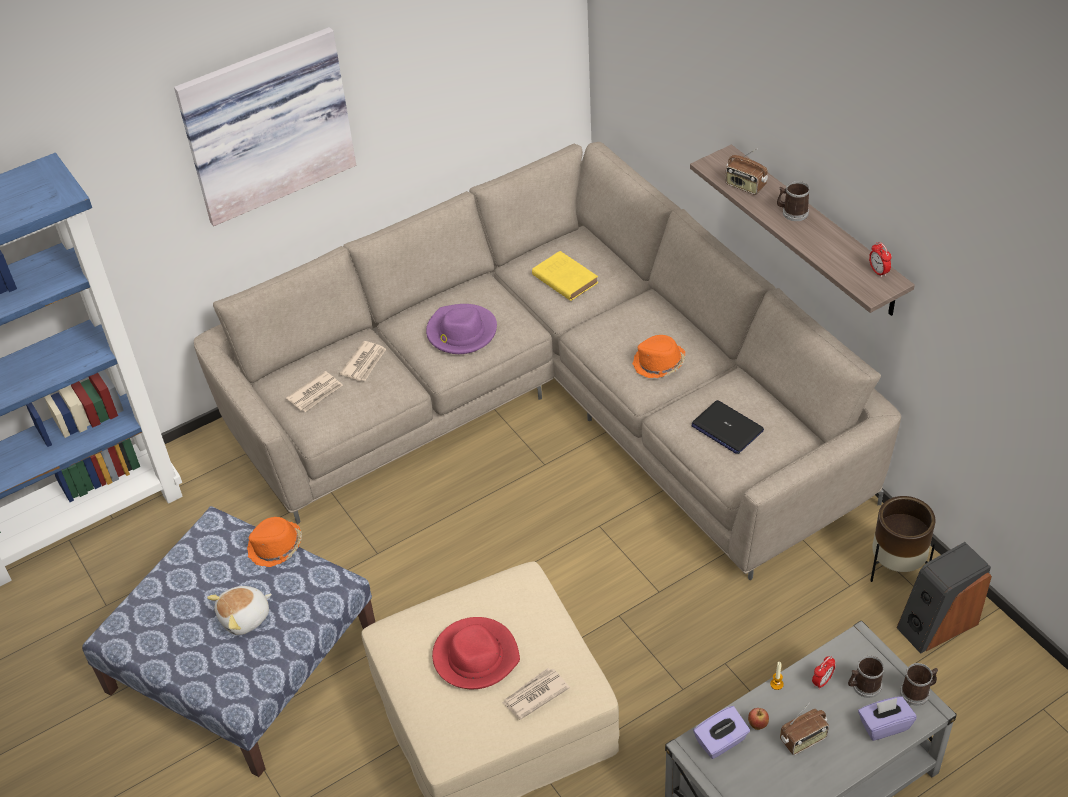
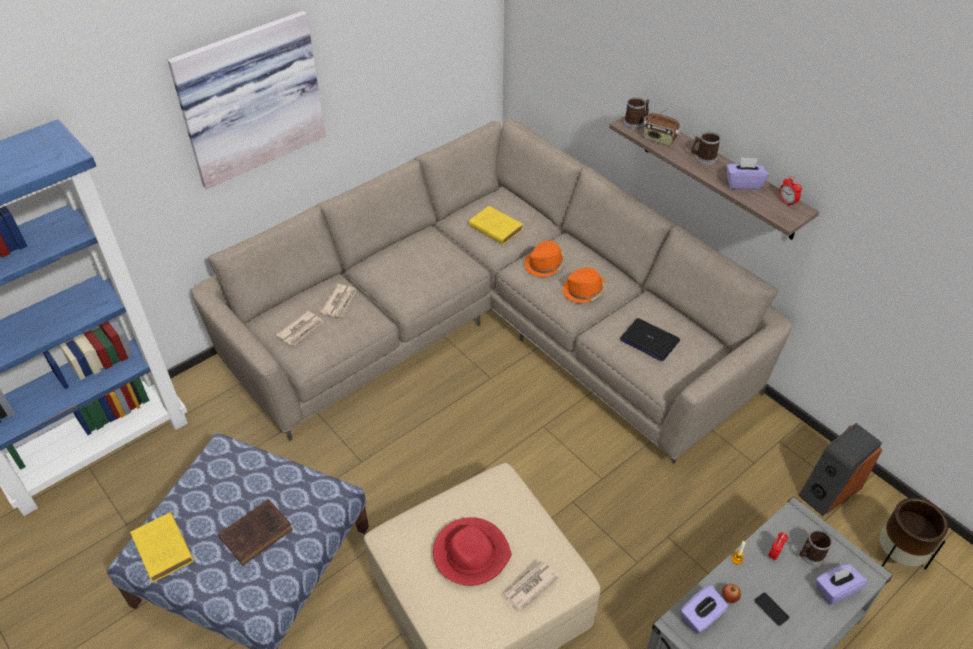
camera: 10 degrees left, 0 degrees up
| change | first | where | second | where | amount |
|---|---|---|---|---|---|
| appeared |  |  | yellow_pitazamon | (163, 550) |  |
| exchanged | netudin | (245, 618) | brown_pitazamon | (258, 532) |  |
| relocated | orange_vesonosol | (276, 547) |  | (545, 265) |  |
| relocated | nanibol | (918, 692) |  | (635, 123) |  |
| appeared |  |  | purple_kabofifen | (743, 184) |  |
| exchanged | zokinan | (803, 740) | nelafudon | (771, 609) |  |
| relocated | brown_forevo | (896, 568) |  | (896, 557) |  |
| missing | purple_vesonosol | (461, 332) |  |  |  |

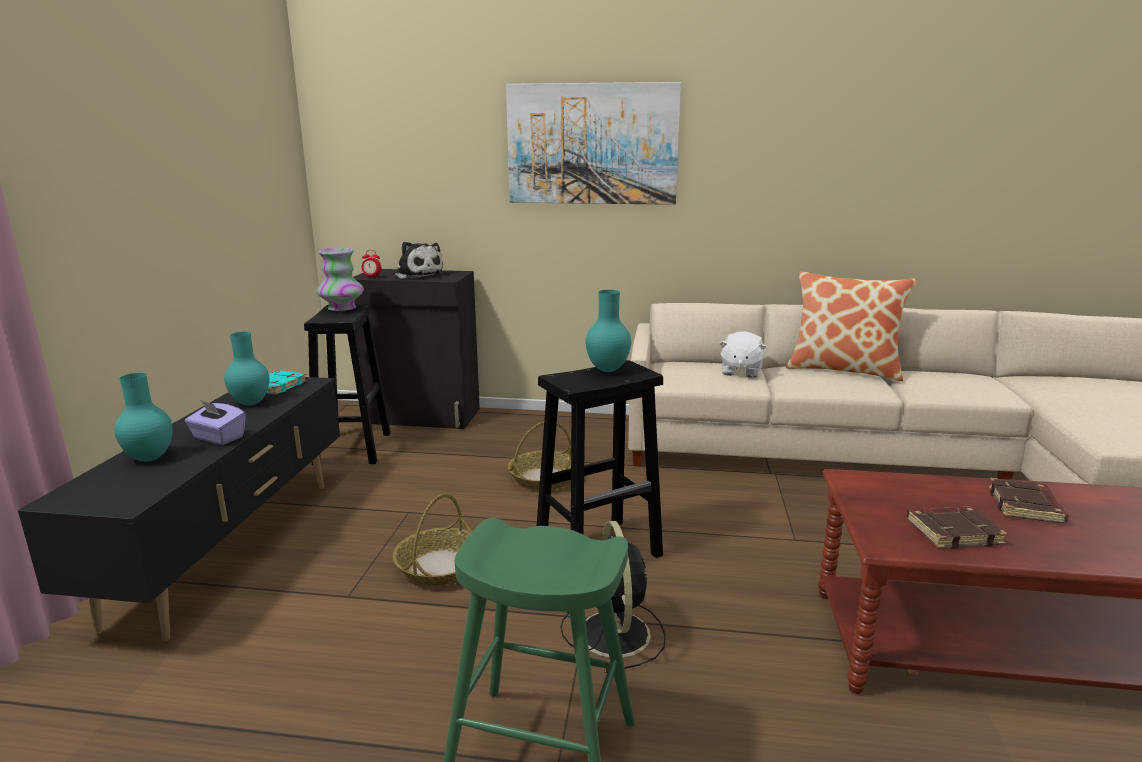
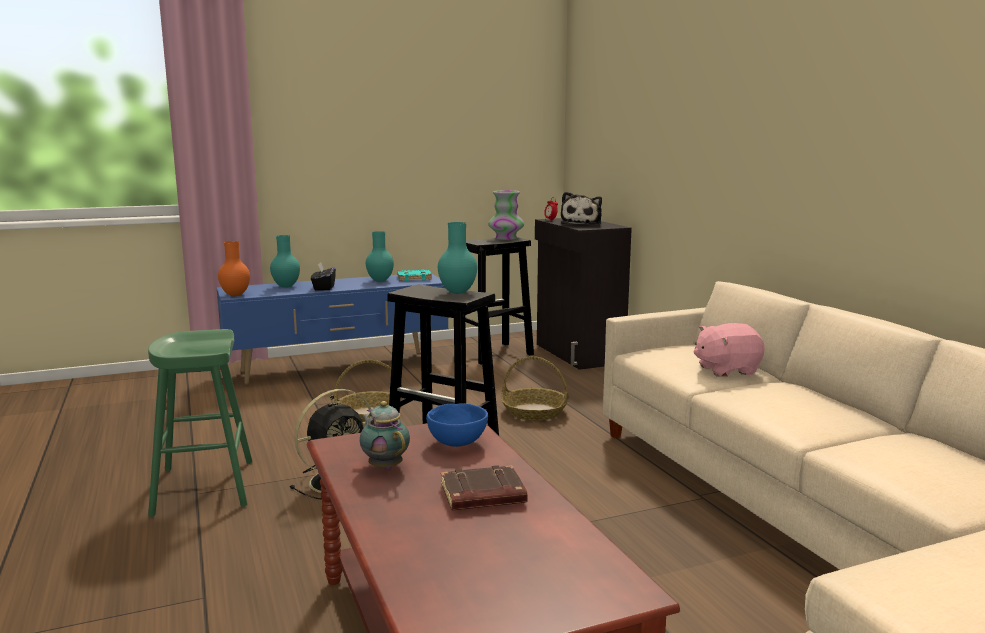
camera: 60 degrees right, 5 degrees down
| change | first | where | second | where | amount |
|---|---|---|---|---|---|
| colour | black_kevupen | (232, 547) | blue_kevupen | (338, 368) |  |
| appeared |  |  | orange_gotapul | (235, 295) |  |
| colour | purple_kabofifen | (218, 438) | black_kabofifen | (323, 288) |  |
| exchanged | brown_pitazamon | (953, 532) | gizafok | (385, 466) |  |
| appeared |  |  | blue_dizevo | (457, 443) |  |
| colour | white_netudin | (740, 371) | pink_netudin | (726, 370) |  |
| missing | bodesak | (592, 144) |  |  |  |
| missing | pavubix | (843, 369) |  |  |  |

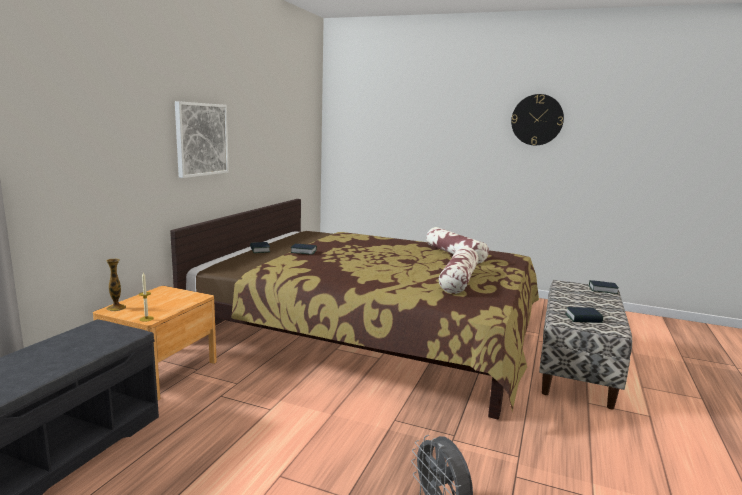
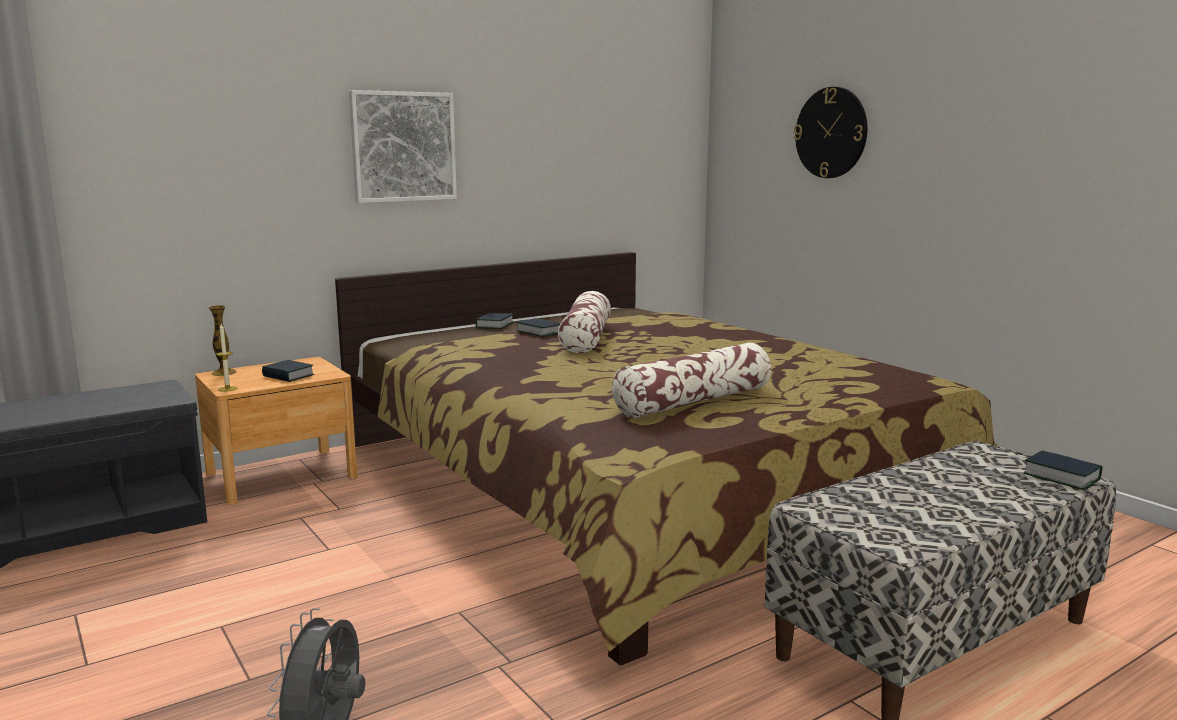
camera: 35 degrees right, 0 degrees up
| change | first | where | second | where | amount |
|---|---|---|---|---|---|
| relocated | pitazamon | (583, 318) |  | (288, 376) |  |
| relocated | pavubix | (454, 254) |  | (586, 338) |  |
| relocated | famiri | (537, 120) |  | (831, 133) |  |

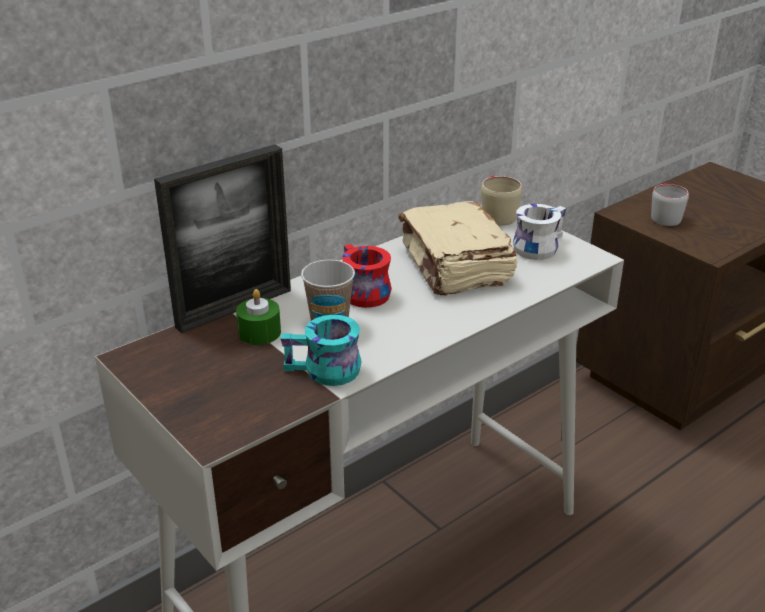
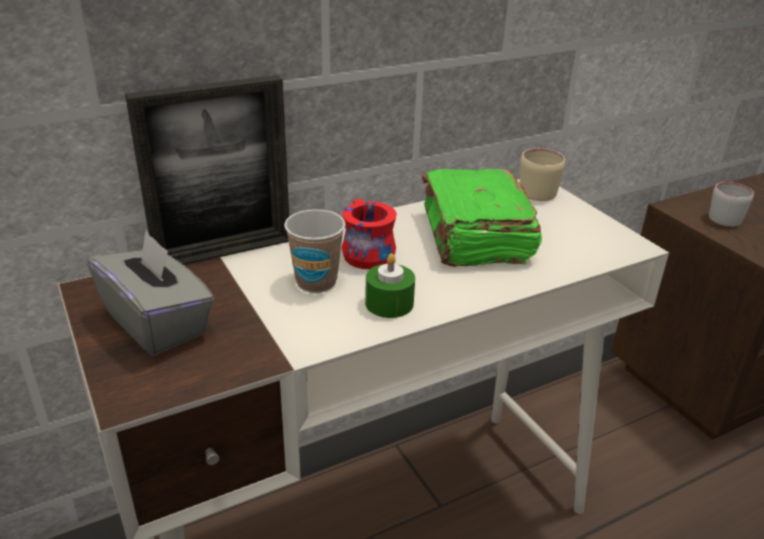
camera: 10 degrees right, 0 degrees up
| change | first | where | second | where | amount |
|---|---|---|---|---|---|
| appeared |  |  | grey_kabofifen | (158, 323) |  |
| relocated | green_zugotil | (259, 332) |  | (389, 303) |  |
| colour | beige_pitazamon | (455, 266) | green_pitazamon | (475, 237) |  |
| missing | turquoise_nanibol | (324, 373) |  |  |  |
| missing | white_nanibol | (536, 246) |  |  |  |

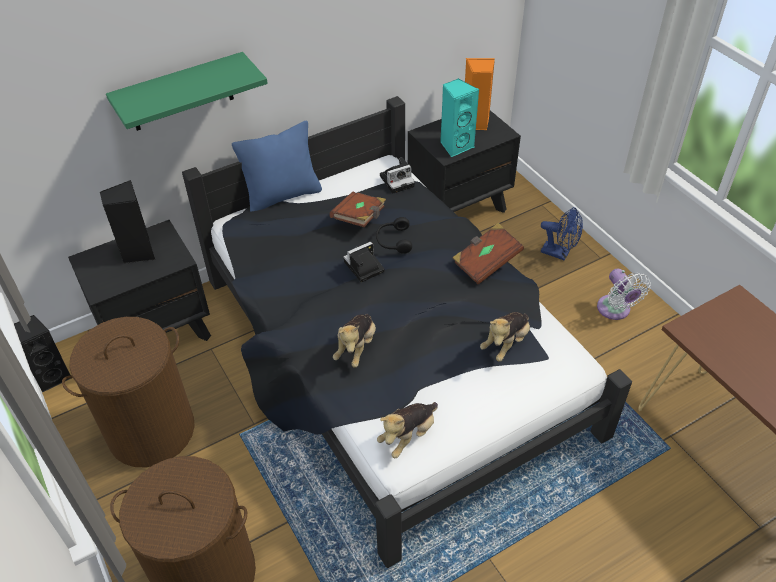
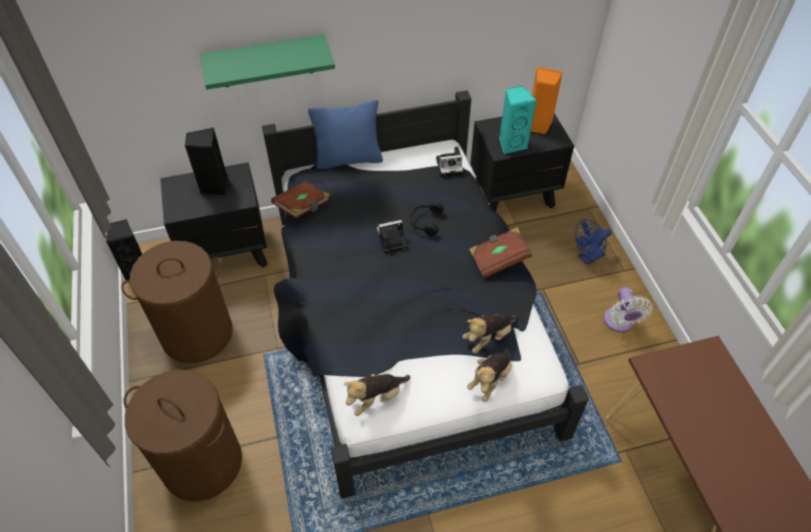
camera: 15 degrees right, 5 degrees up
| change | first | where | second | where | amount |
|---|---|---|---|---|---|
| relocated | brown_pitazamon | (359, 218) |  | (303, 207) |  |
| relocated | netudin | (356, 348) |  | (490, 380) |  |
| spun | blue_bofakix | (559, 253) |  | (588, 258) | 105 degrees clockwise |

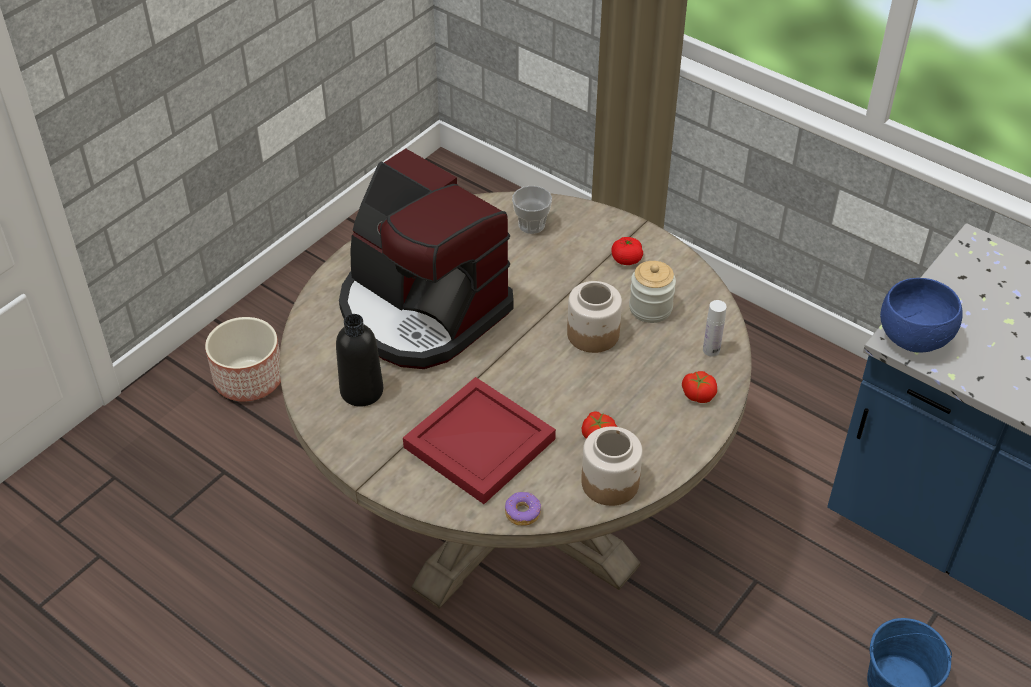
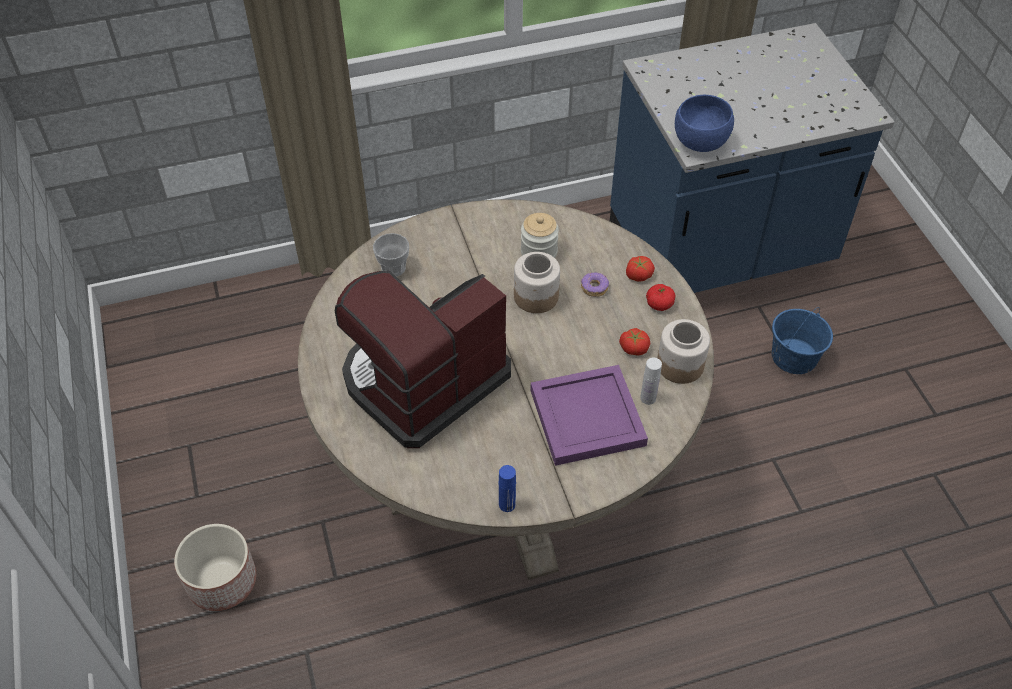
camera: 55 degrees left, 5 degrees up
| change | first | where | second | where | amount |
|---|---|---|---|---|---|
| spun | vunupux | (421, 310) |  | (422, 381) | 150 degrees clockwise |
| appeared |  |  | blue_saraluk | (507, 504) |  |
| colour | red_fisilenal | (479, 445) | purple_fisilenal | (589, 418) |  |
| relocated | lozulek | (522, 512) |  | (594, 288) |  |
| relocated | white_saraluk | (711, 350) |  | (648, 398) |  |
| relocated | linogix | (626, 259) |  | (659, 304) |  |
| missing | black_saraluk | (361, 391) |  |  |  |

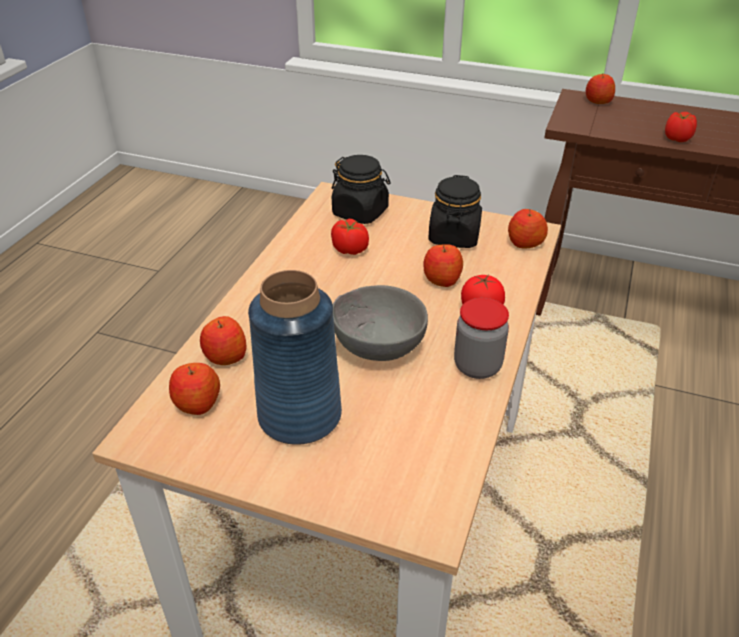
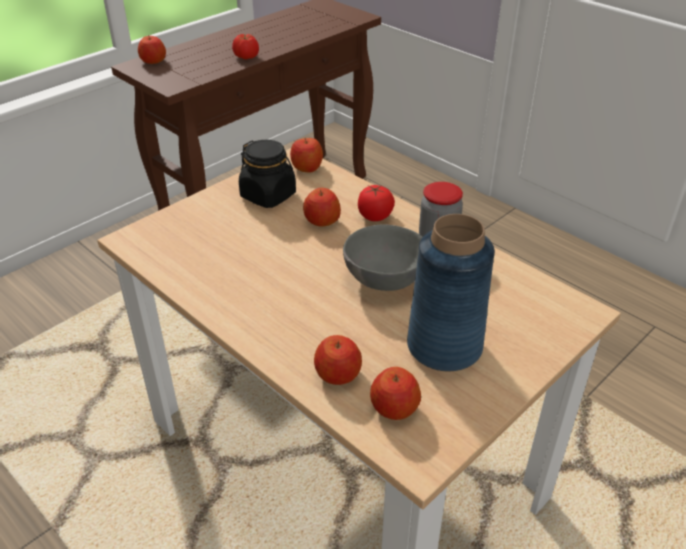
camera: 65 degrees left, 0 degrees up
| change | first | where | second | where | amount |
|---|---|---|---|---|---|
| missing | linogix | (350, 250) |  |  |  |
| missing | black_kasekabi | (360, 212) |  |  |  |

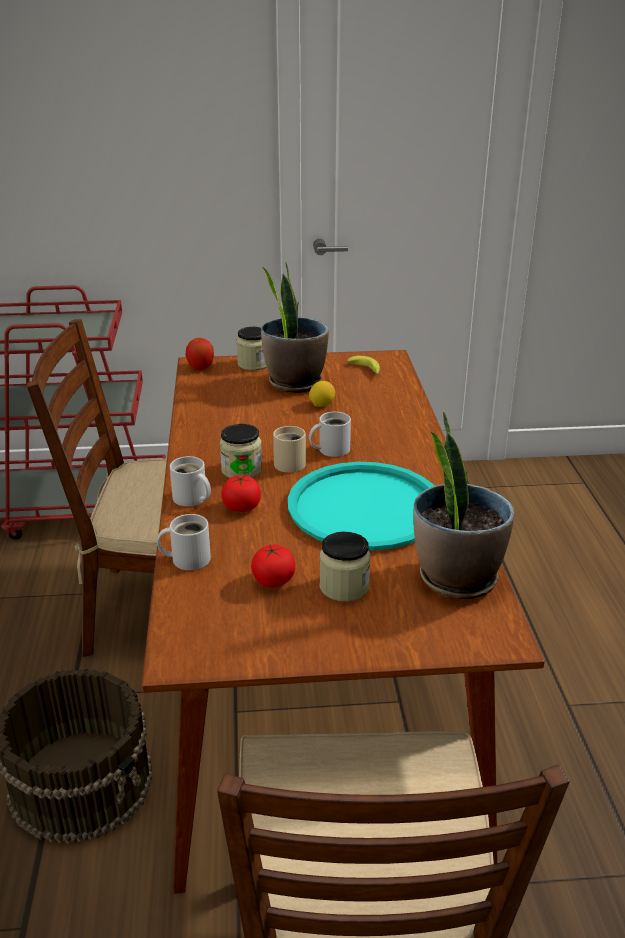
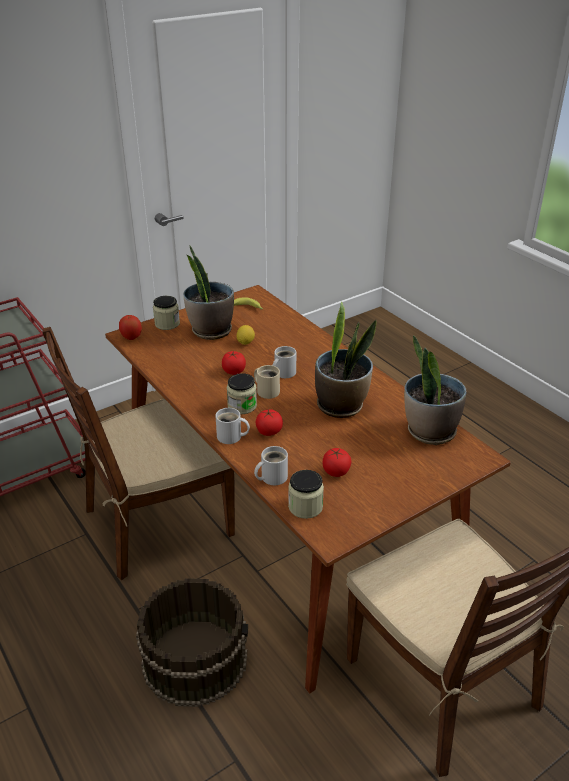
camera: 30 degrees left, 5 degrees up
| change | first | where | second | where | amount |
|---|---|---|---|---|---|
| appeared |  |  | linogix | (234, 371) |  |
| relocated | kasekabi | (344, 587) |  | (305, 507) |  |
| exchanged | turquoise_fisilenal | (365, 507) | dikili | (341, 405) |  |

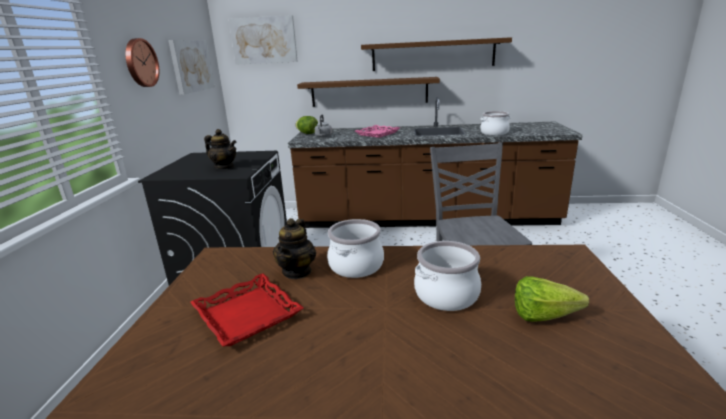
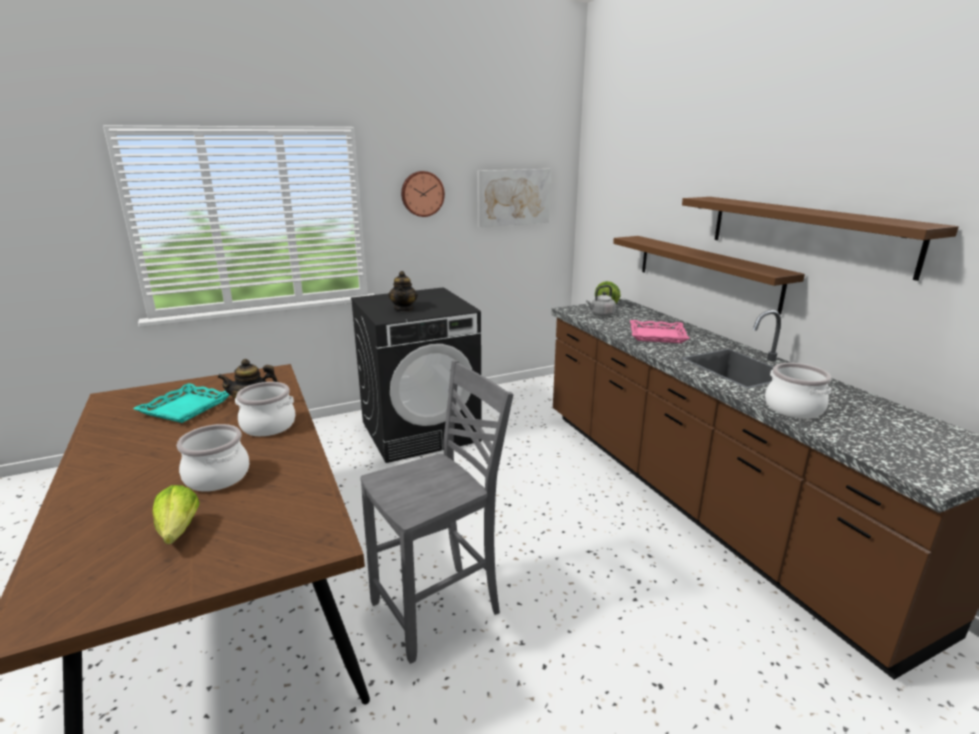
camera: 60 degrees right, 0 degrees up
| change | first | where | second | where | amount |
|---|---|---|---|---|---|
| colour | red_fisilenal | (246, 315) | turquoise_fisilenal | (185, 408) |  |
| missing | bodesak | (264, 40) |  |  |  |

